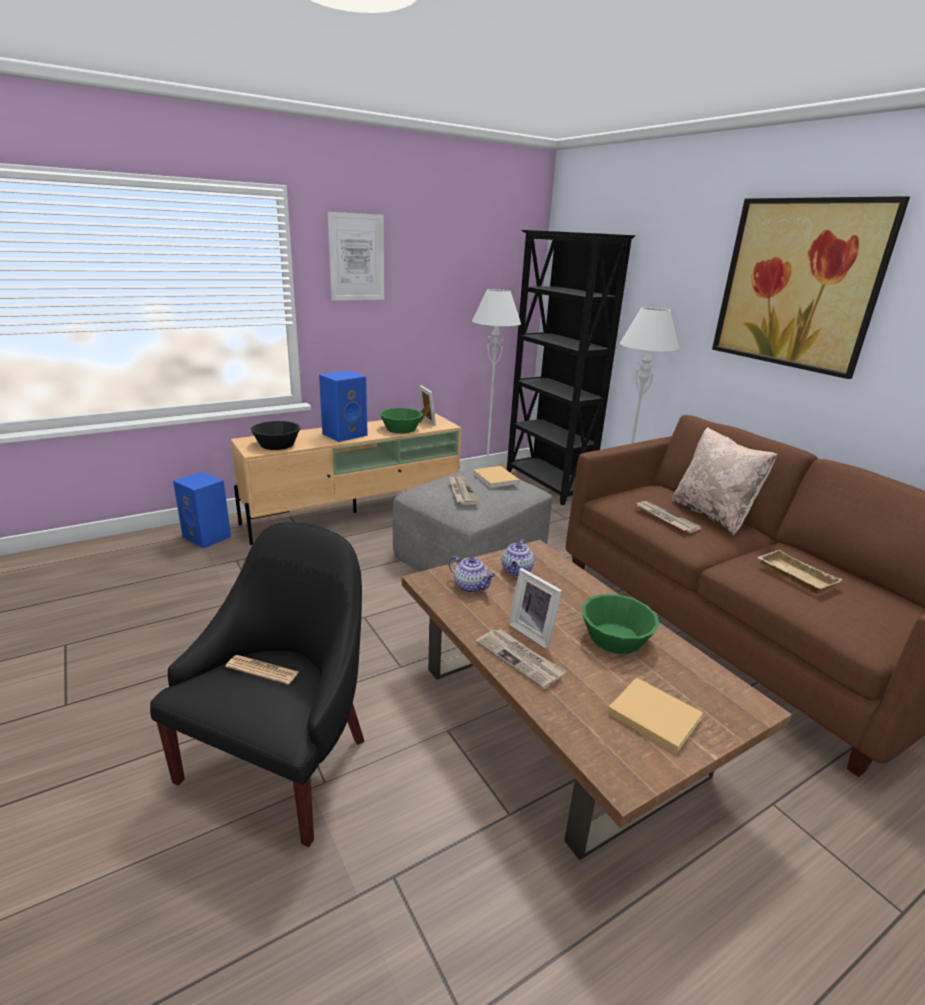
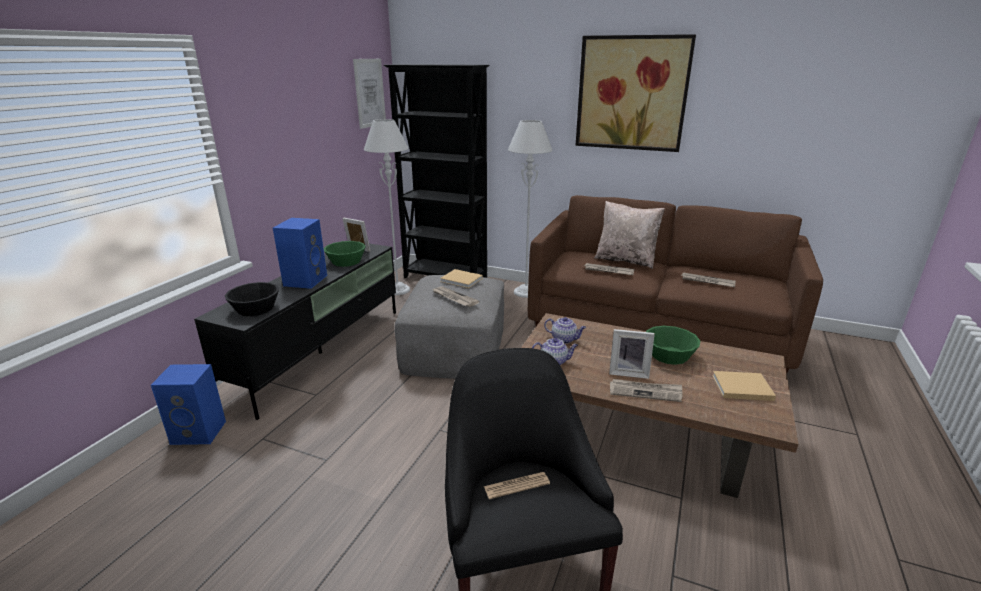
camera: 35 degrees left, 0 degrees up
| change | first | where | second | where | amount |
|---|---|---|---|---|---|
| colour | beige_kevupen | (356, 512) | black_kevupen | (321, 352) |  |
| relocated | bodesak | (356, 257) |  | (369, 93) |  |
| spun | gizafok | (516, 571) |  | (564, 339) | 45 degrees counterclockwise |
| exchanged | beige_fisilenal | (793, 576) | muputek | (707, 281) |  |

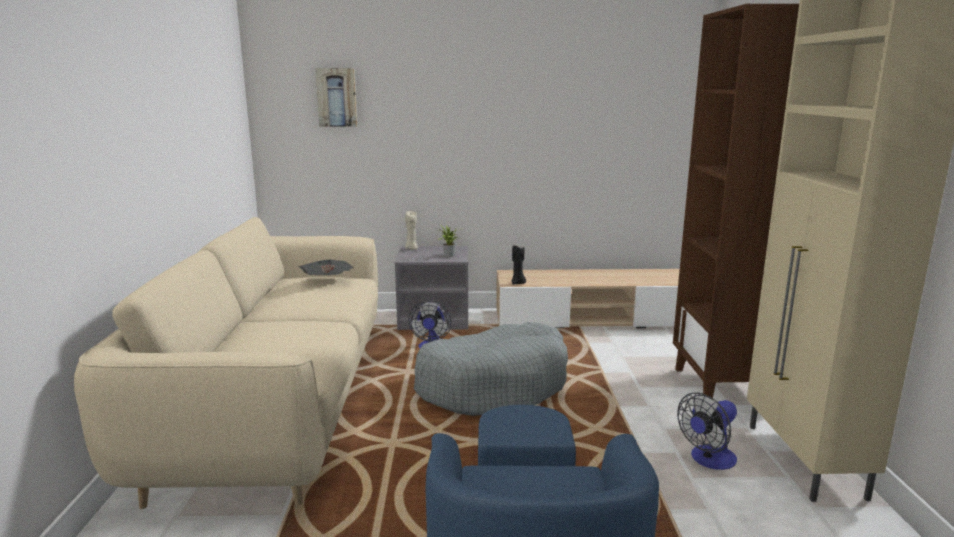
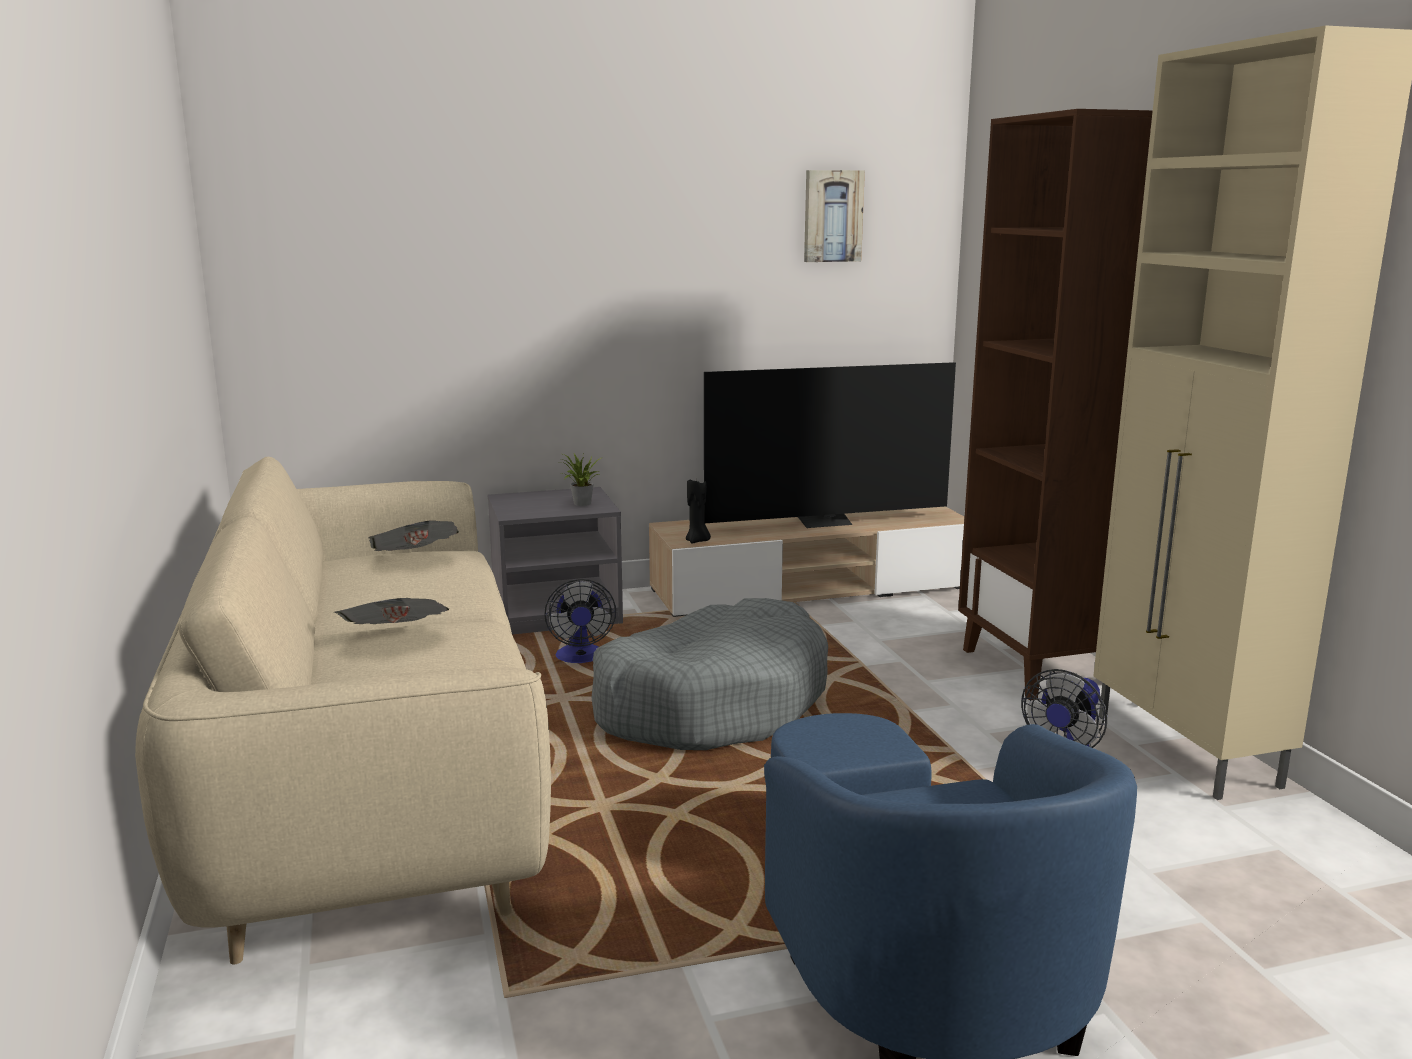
camera: 15 degrees left, 0 degrees up
| change | first | where | second | where | amount |
|---|---|---|---|---|---|
| appeared |  |  | muputek | (396, 640) |  |
| appeared |  |  | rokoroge | (824, 522) |  |
| relocated | bodesak | (337, 97) |  | (832, 216) |  |
| missing | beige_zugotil | (411, 249) |  |  |  |

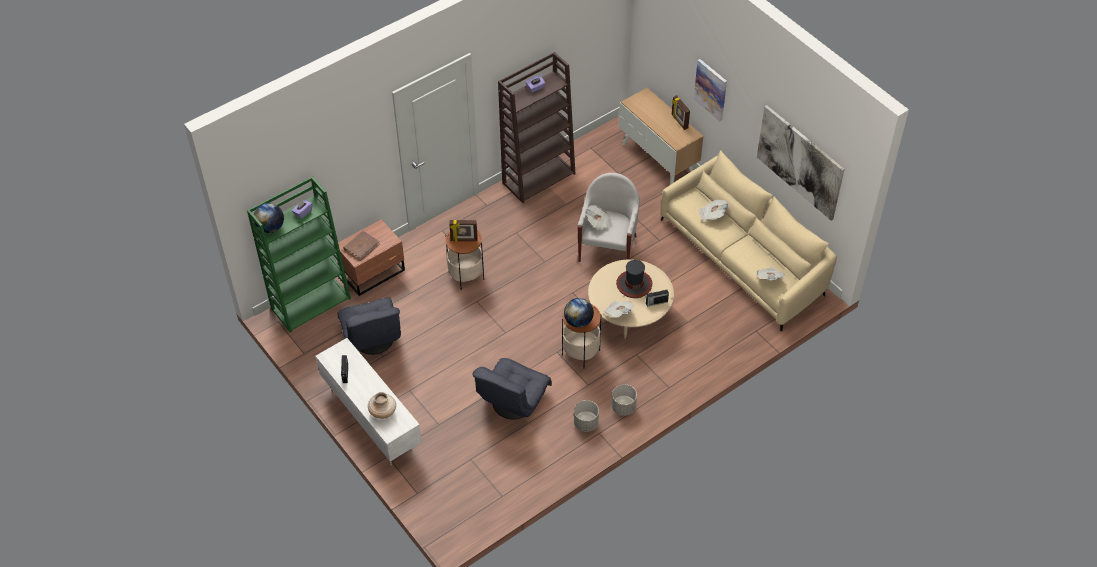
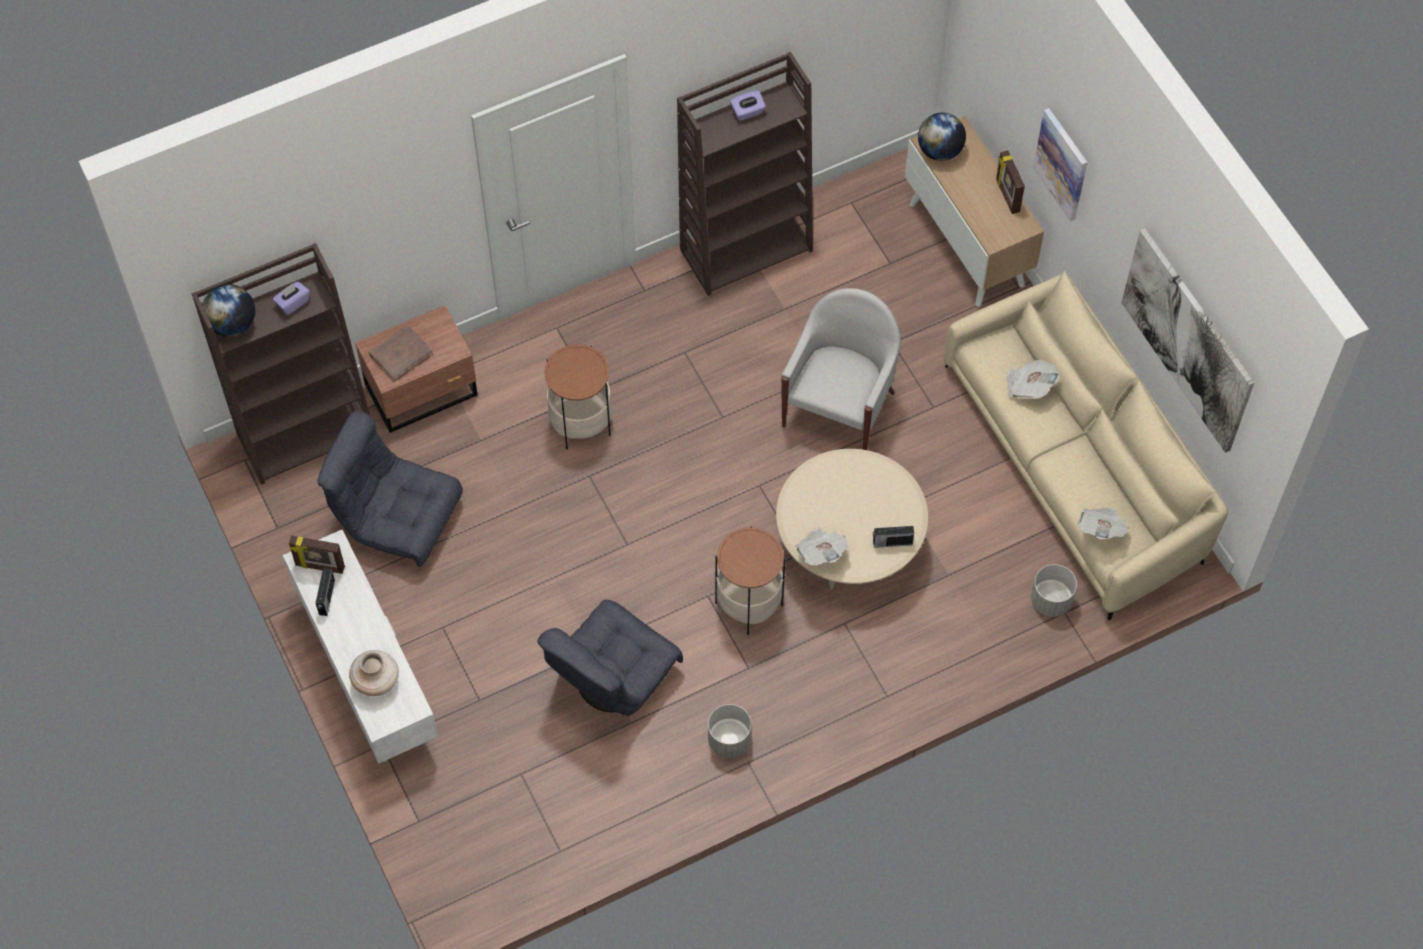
camera: 10 degrees right, 10 degrees up
| change | first | where | second | where | amount |
|---|---|---|---|---|---|
| colour | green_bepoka | (311, 303) | brown_bepoka | (306, 433) |  |
| relocated | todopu | (464, 240) |  | (320, 567) |  |
| spun | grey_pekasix | (372, 339) |  | (397, 519) | 120 degrees clockwise |
| relocated | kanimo | (578, 321) |  | (940, 151) |  |
| relocated | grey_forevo | (623, 407) |  | (1051, 600) |  |
| missing | muputek | (599, 223) |  |  |  |
| missing | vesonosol | (634, 284) |  |  |  |

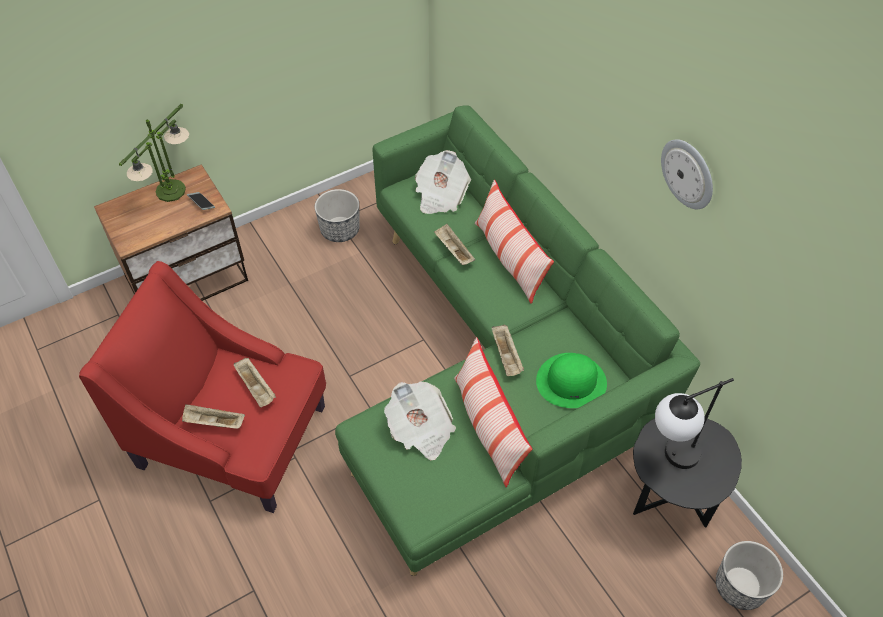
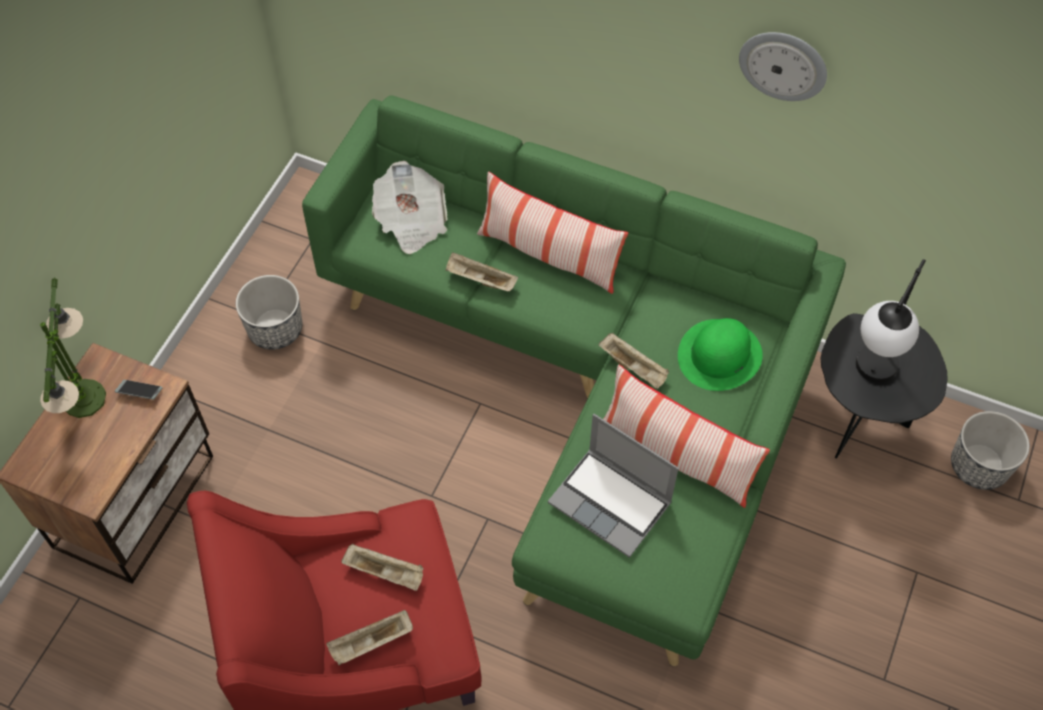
camera: 35 degrees left, 5 degrees up
| change | first | where | second | where | amount |
|---|---|---|---|---|---|
| exchanged | muputek | (421, 430) | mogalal | (612, 503) |  |

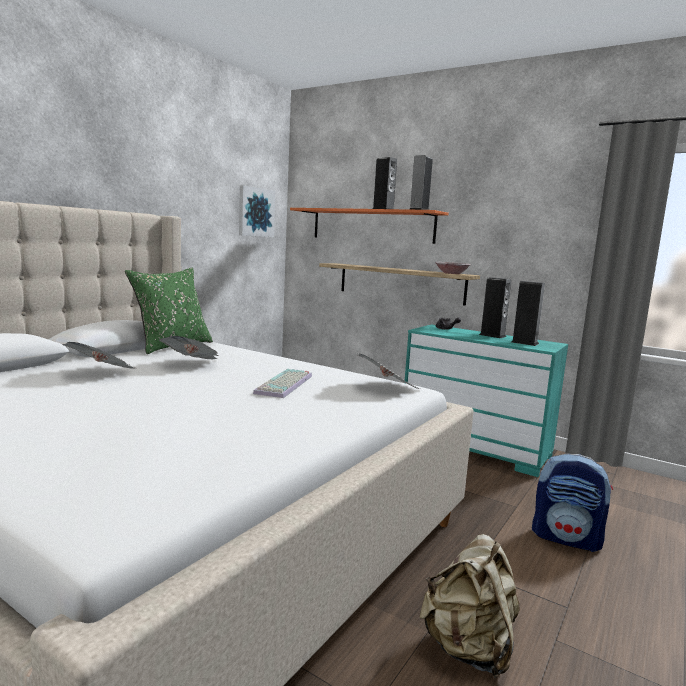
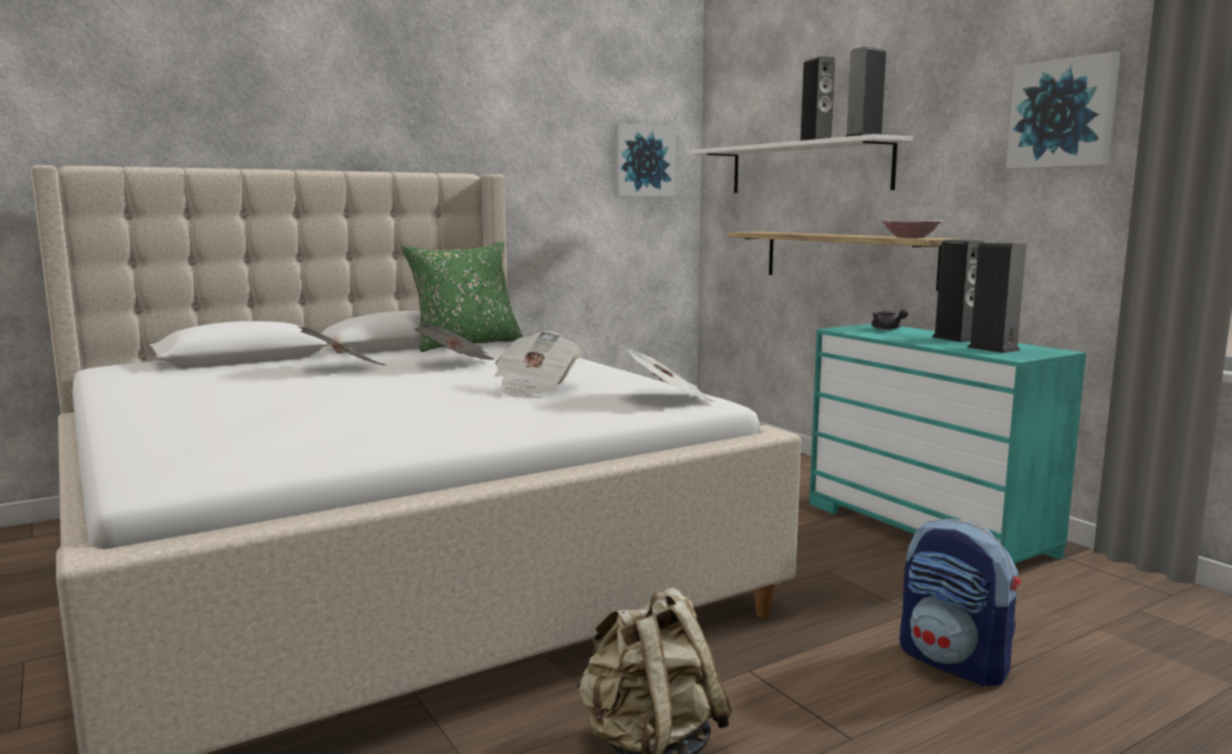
camera: 25 degrees right, 0 degrees up
| change | first | where | second | where | amount |
|---|---|---|---|---|---|
| exchanged | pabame | (285, 385) | muputek | (534, 388) |  |
| colour | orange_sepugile | (371, 225) | white_sepugile | (807, 168) |  |
| appeared |  |  | bodesak | (1062, 114) |  |

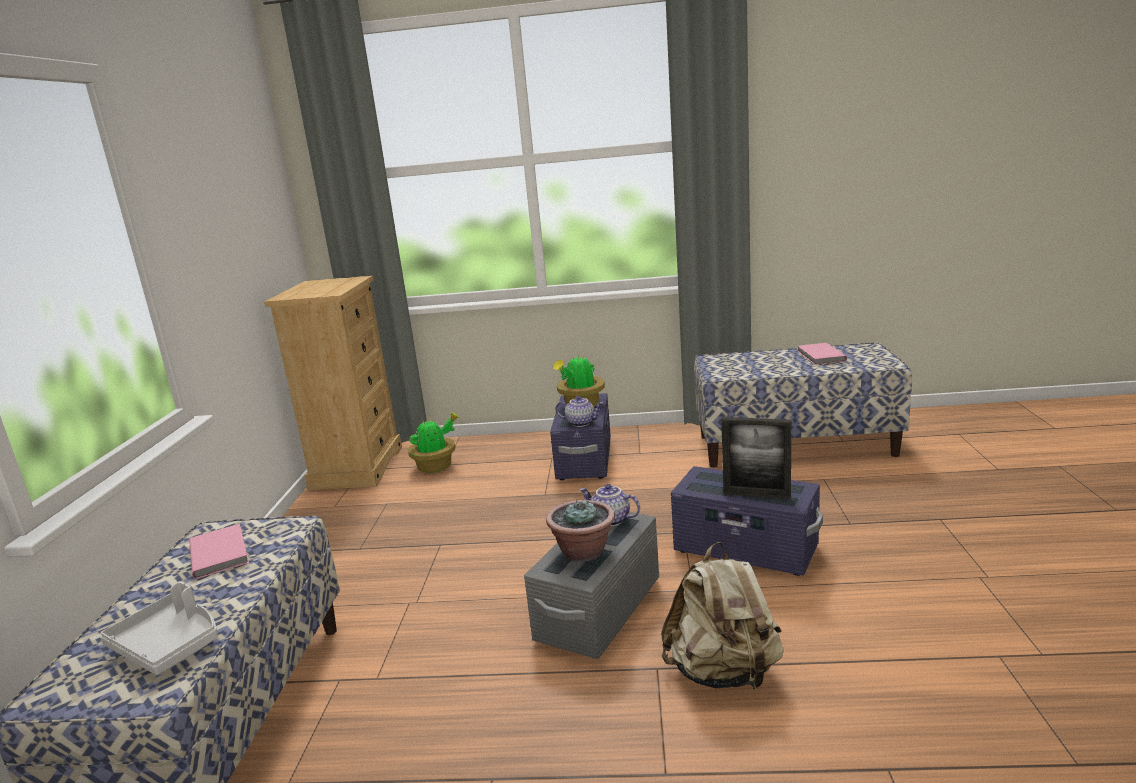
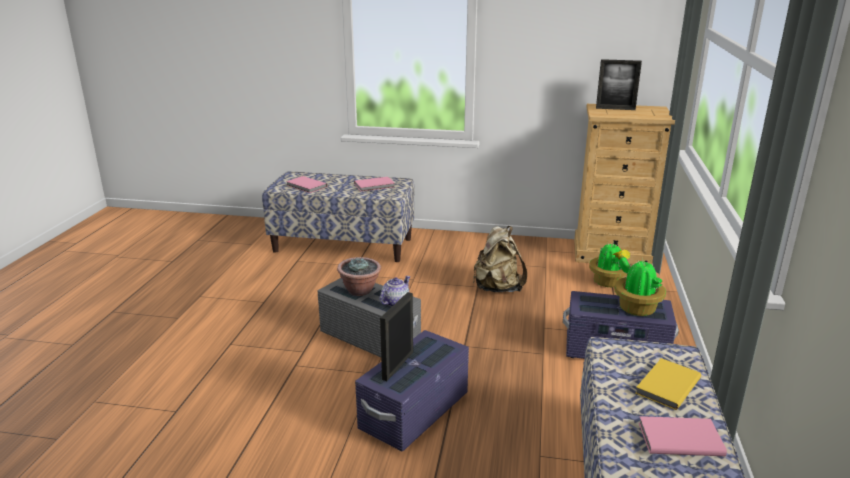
camera: 95 degrees right, 5 degrees up
| change | first | where | second | where | amount |
|---|---|---|---|---|---|
| exchanged | grey_fisilenal | (169, 644) | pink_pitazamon | (306, 186) |  |
| relocated | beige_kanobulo | (723, 672) |  | (497, 288) |  |
| appeared |  |  | todopu | (615, 109) |  |
| appeared |  |  | yellow_pitazamon | (666, 385) |  |
| missing | gizafok | (581, 423) |  |  |  |

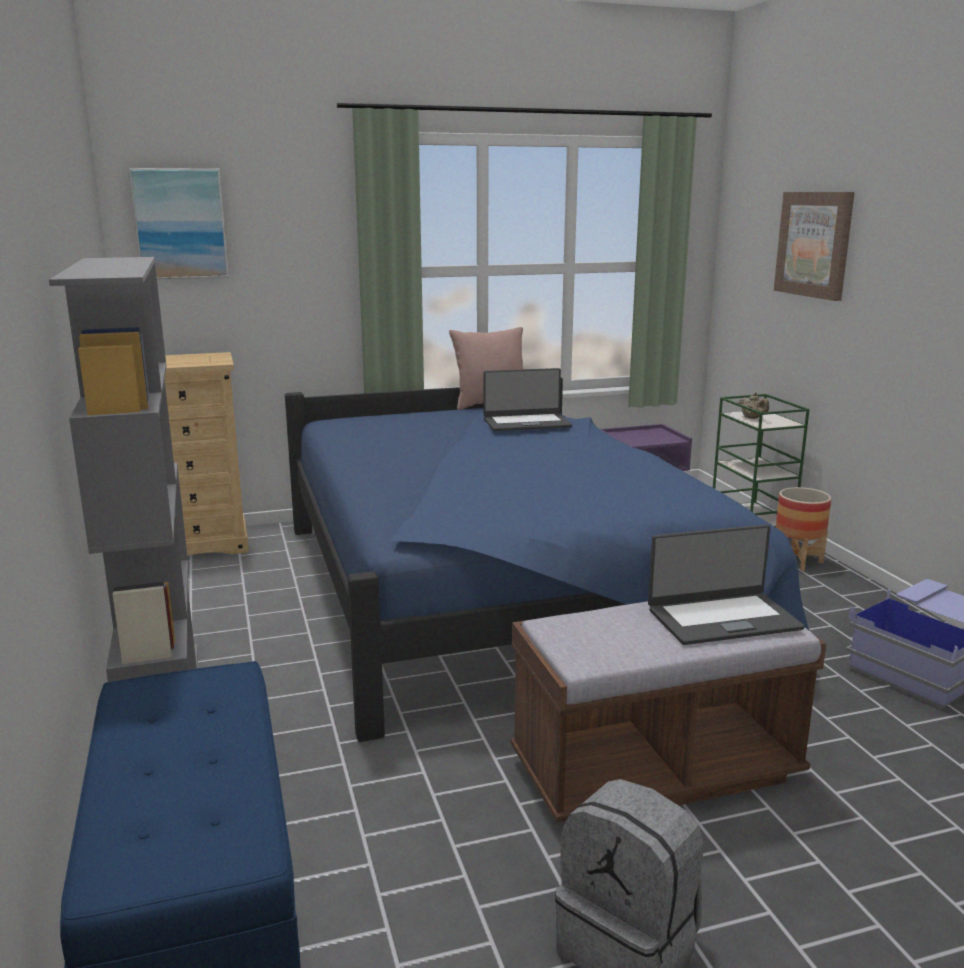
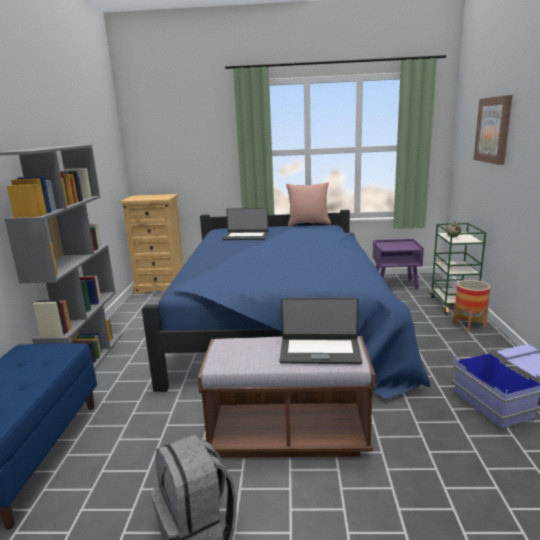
camera: 20 degrees right, 0 degrees up
| change | first | where | second | where | amount |
|---|---|---|---|---|---|
| relocated | mogalal | (526, 423) |  | (246, 236) |  |
| missing | bodesak | (180, 224) |  |  |  |

